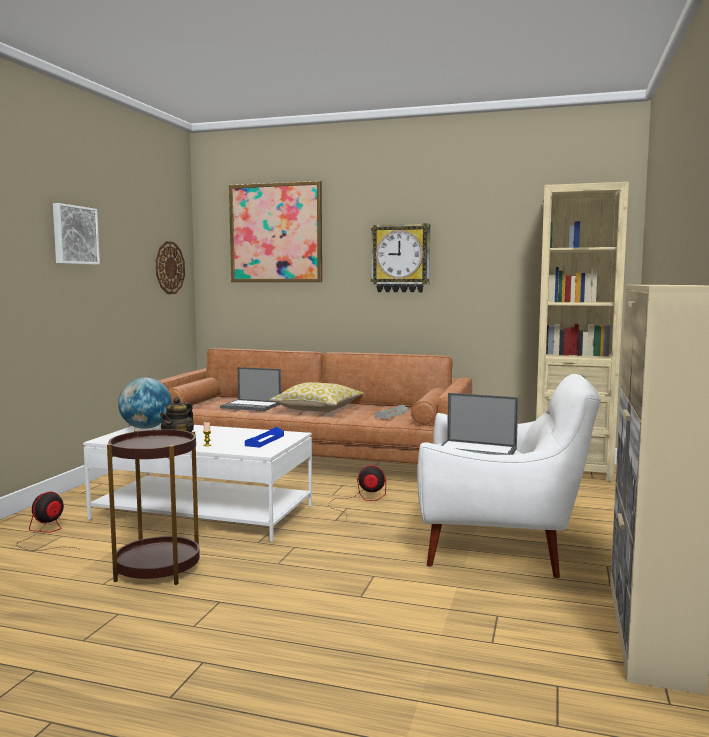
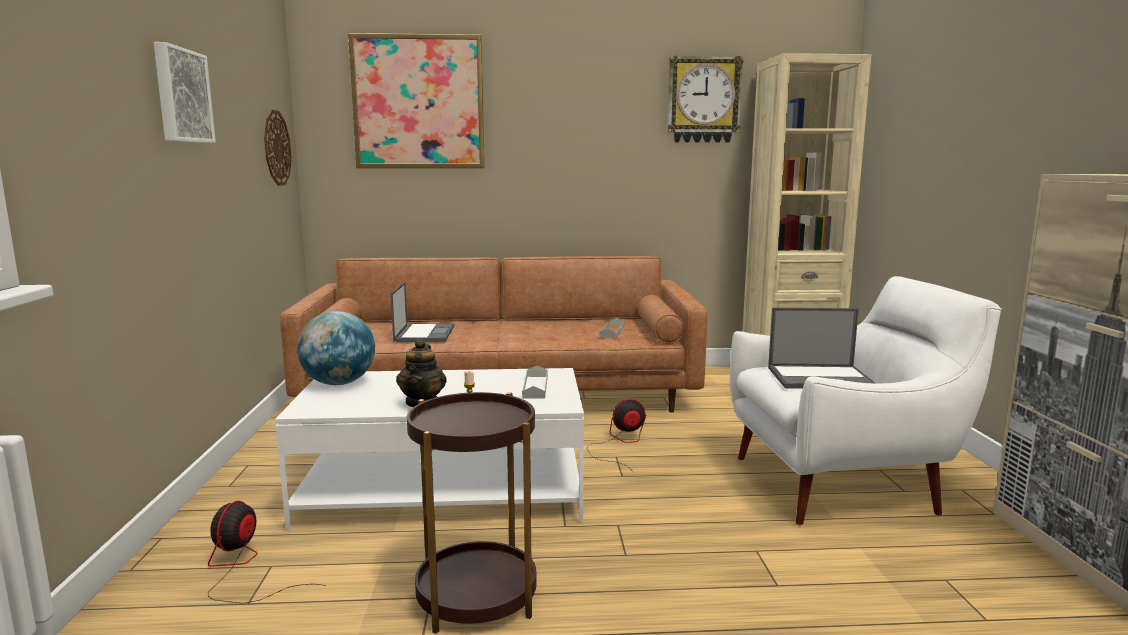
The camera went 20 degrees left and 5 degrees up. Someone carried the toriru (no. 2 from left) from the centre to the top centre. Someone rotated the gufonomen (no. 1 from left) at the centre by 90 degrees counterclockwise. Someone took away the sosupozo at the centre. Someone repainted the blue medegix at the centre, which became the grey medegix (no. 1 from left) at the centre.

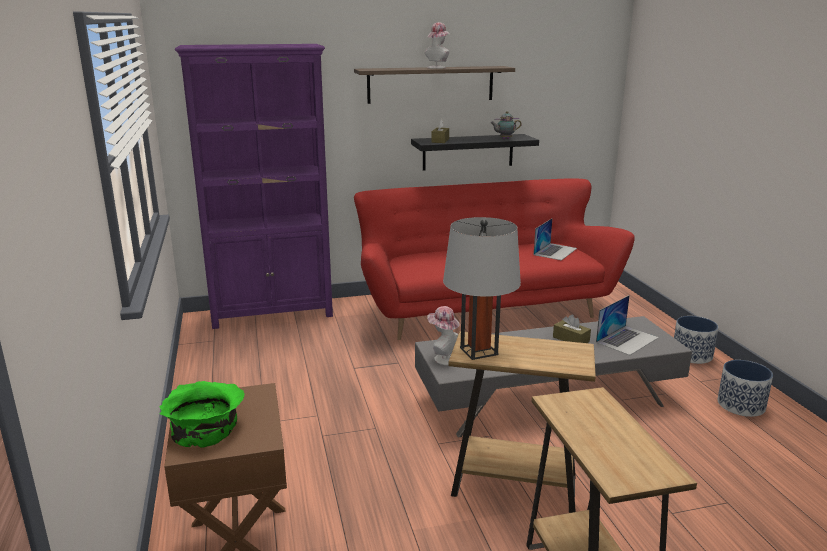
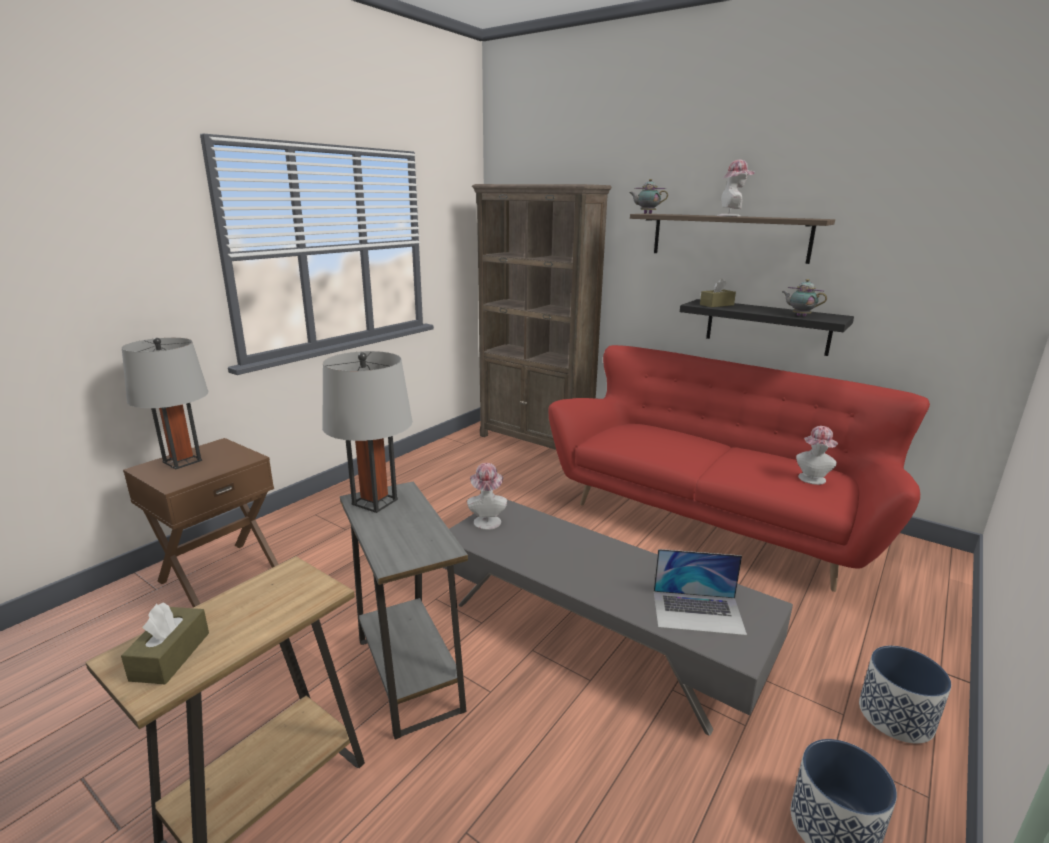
The camera went 50 degrees right and 0 degrees up. Someone repainted the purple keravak at the middle left, which became the brown keravak at the centre. Someone swapped the gufonomen (no. 1 from left) at the middle right for the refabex (no. 3 from left) at the middle right. Someone carried the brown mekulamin (no. 2 from left in the first image) from the middle right to the bottom left. Someone repainted the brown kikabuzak (no. 1 from left) at the bottom centre, which became the grey kikabuzak at the bottom centre. Someone swapped the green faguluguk at the bottom left for the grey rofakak (no. 1 from left) at the middle left. Someone put down the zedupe (no. 1 from left) at the top centre.

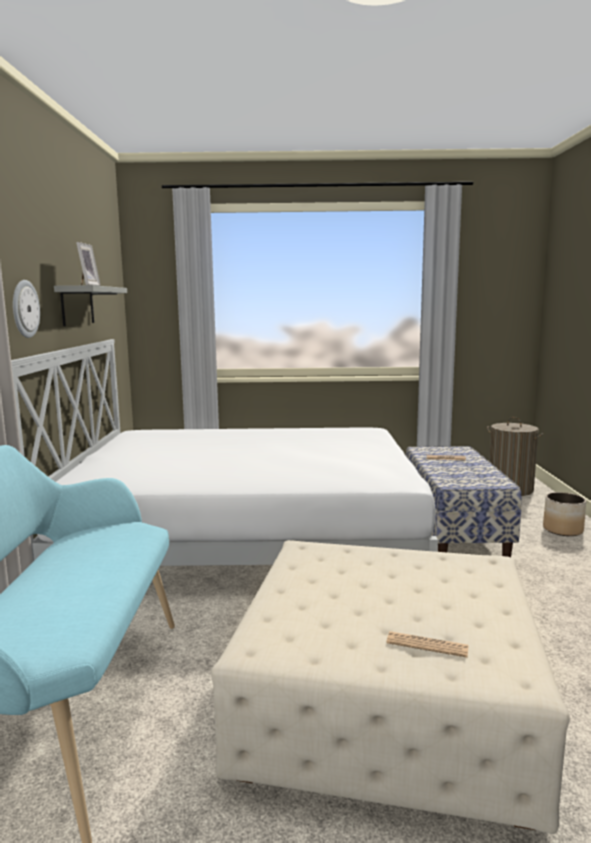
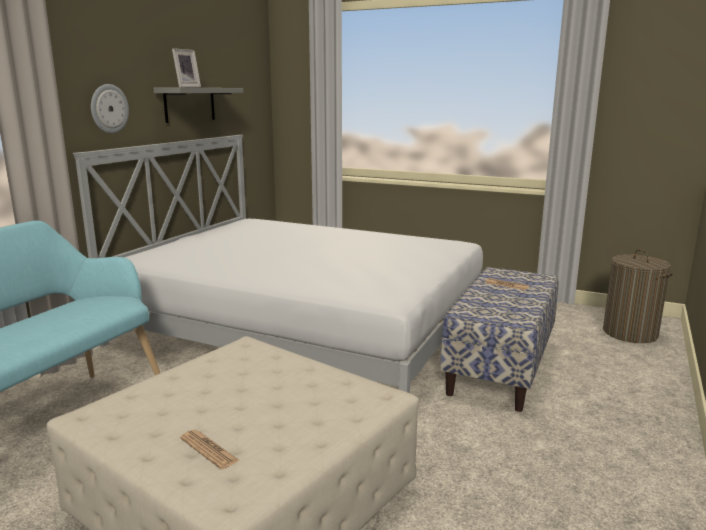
The camera went 25 degrees right and 5 degrees up. Someone took away the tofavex at the middle right.

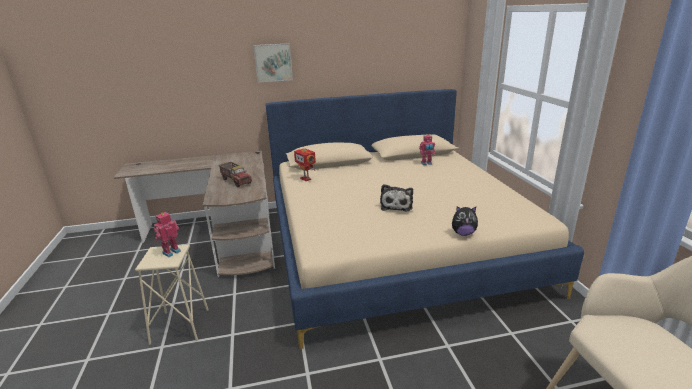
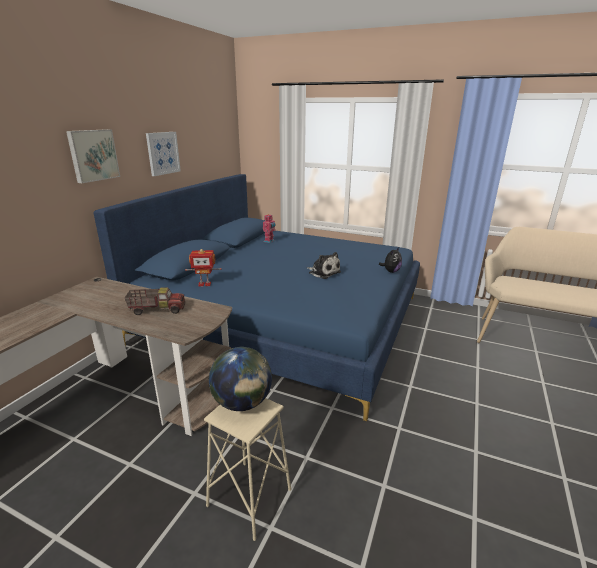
The camera went 55 degrees left and 0 degrees up. Someone repainted the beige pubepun at the centre, which became the blue pubepun at the centre. Someone swapped the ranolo (no. 1 from left) at the middle left for the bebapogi at the bottom centre. Someone put up the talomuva (no. 2 from left) at the top left.

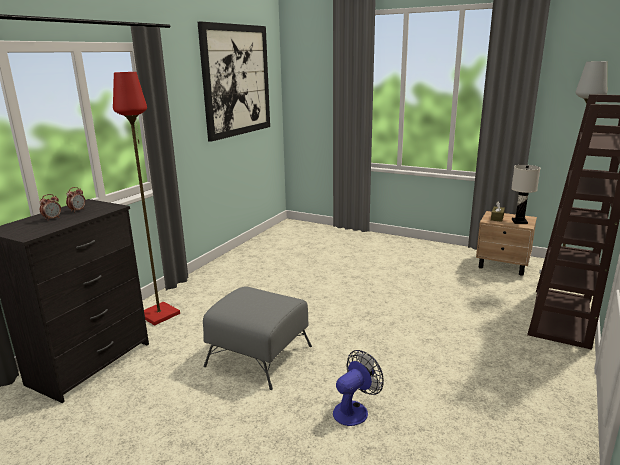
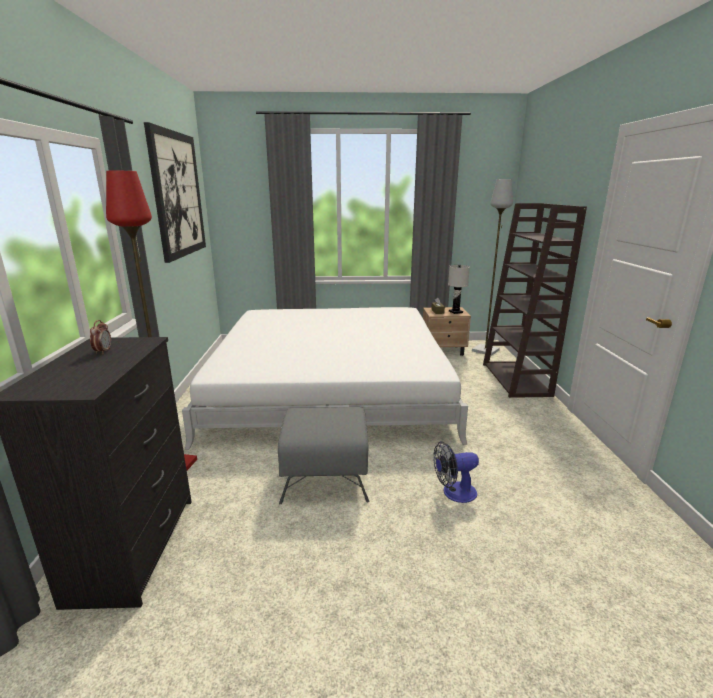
The camera went 30 degrees left and 0 degrees up. Someone took away the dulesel (no. 1 from left) at the middle left. Someone rotated the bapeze at the bottom centre by 120 degrees counterclockwise. Someone put down the white pubepun at the centre.

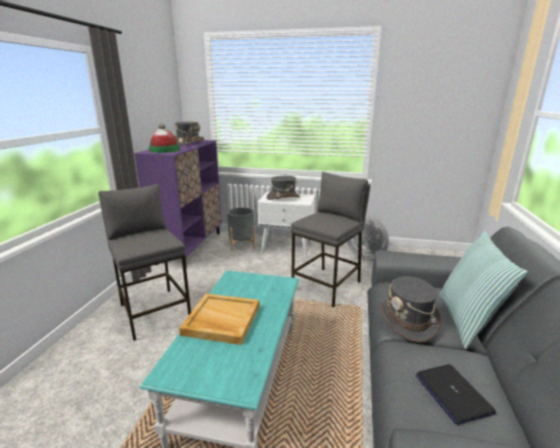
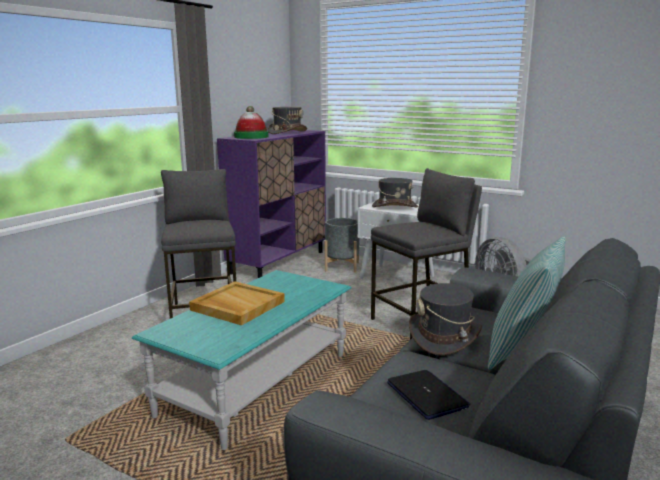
The camera went 20 degrees right and 5 degrees down. Someone rotated the gufonomen at the bottom right by 150 degrees clockwise.

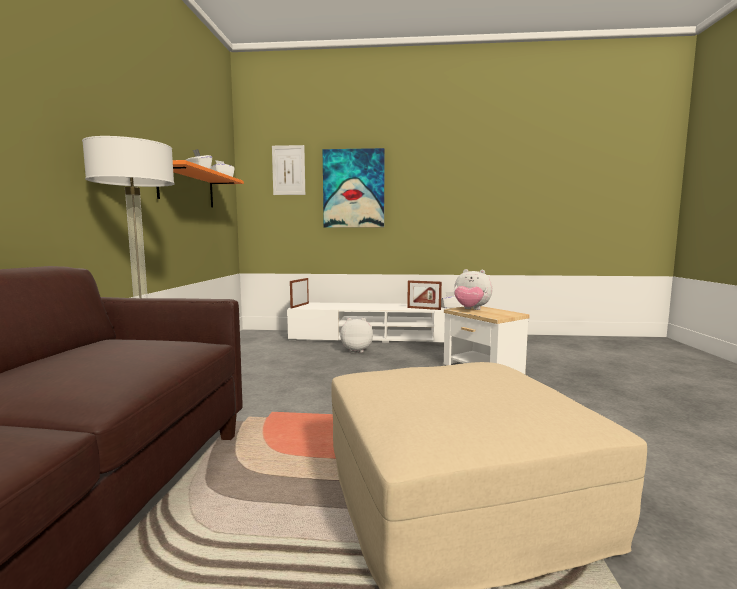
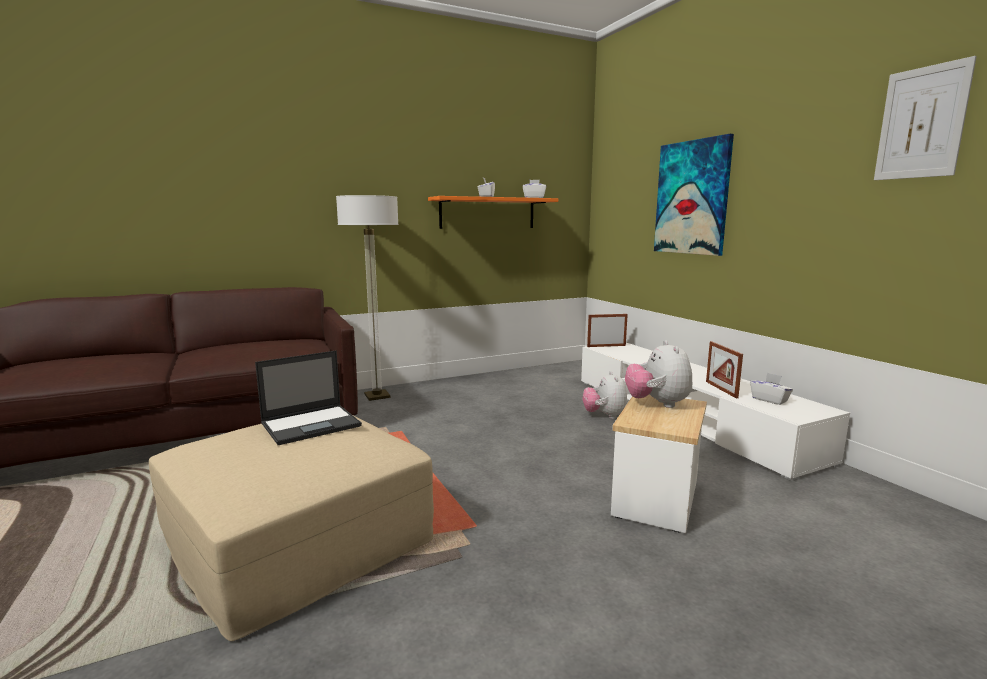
The camera went 60 degrees right and 5 degrees up. Someone carried the talomuva (no. 1 from left in the first image) from the top centre to the top right. Someone rotated the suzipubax (no. 1 from left) at the centre by 150 degrees counterclockwise. Someone put down the gufonomen at the middle left.

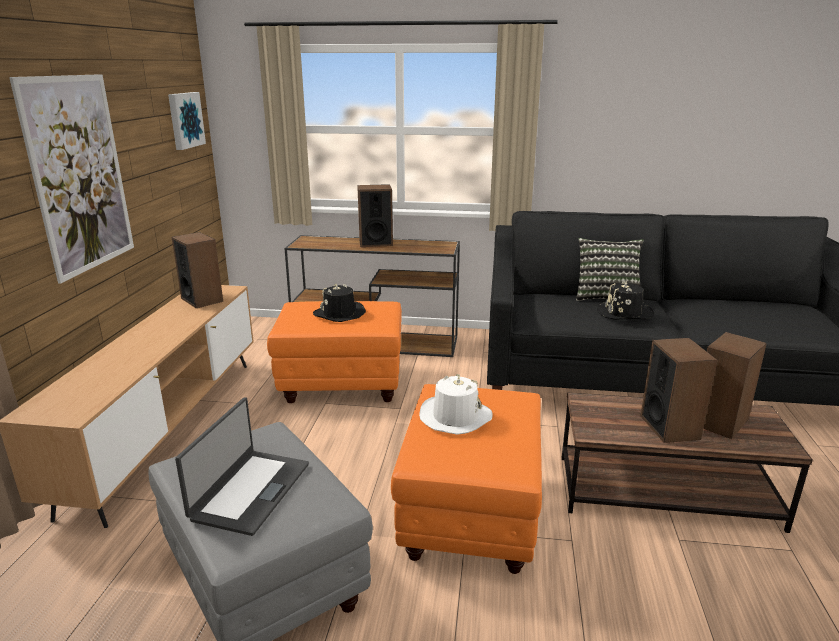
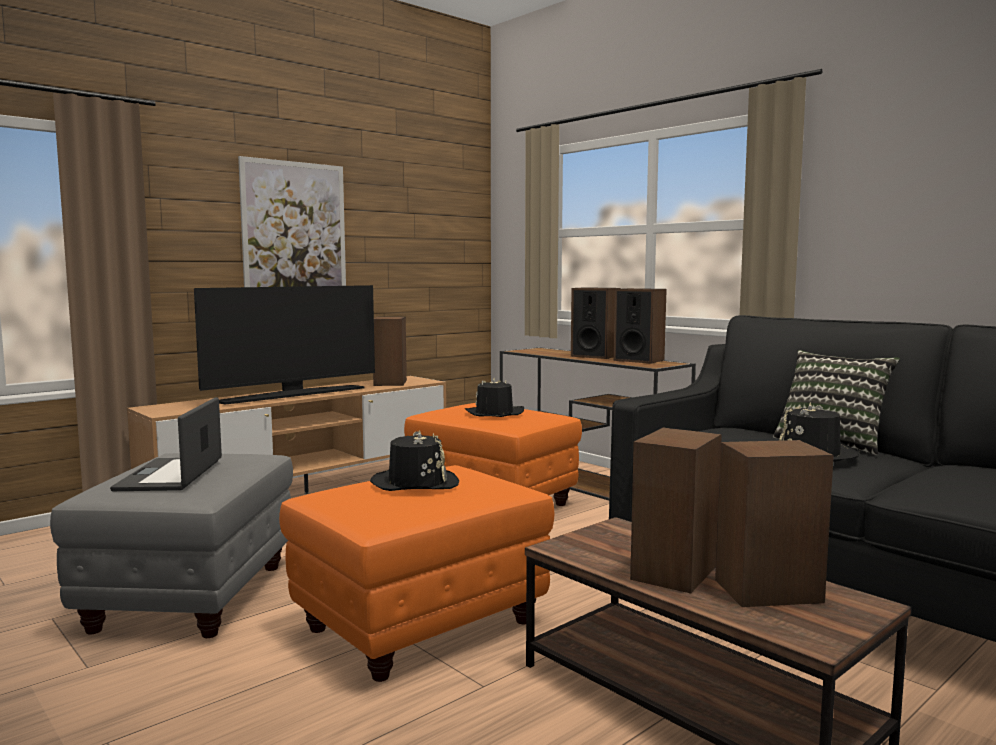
The camera went 40 degrees right and 15 degrees down. Someone took away the talomuva (no. 2 from left) at the top left. Someone repainted the white refabex at the centre, which became the black refabex (no. 1 from left) at the centre. Someone rotated the gufonomen at the bottom left by 120 degrees clockwise. Someone put down the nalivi at the middle left. Someone put down the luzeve (no. 3 from left) at the centre.

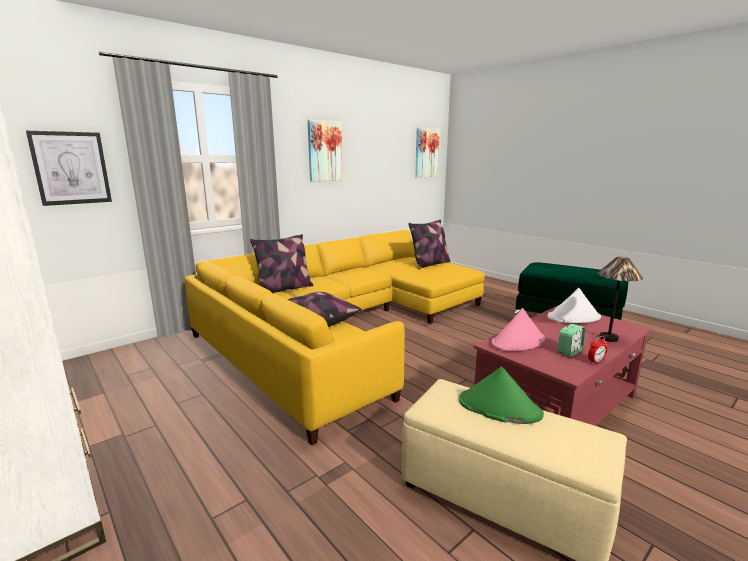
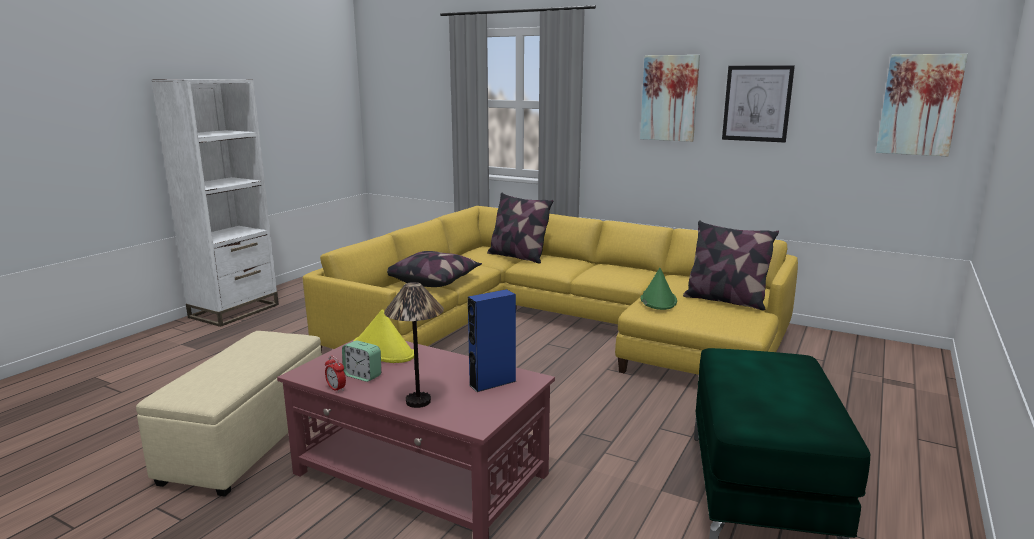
The camera went 70 degrees right and 0 degrees up. Someone carried the talomuva (no. 1 from left in the first image) from the top left to the top right. Someone swapped the white refabex at the middle right for the blue luzeve at the centre. Someone repainted the pink refabex at the middle right, which became the yellow refabex at the centre. Someone carried the green refabex from the bottom right to the centre.

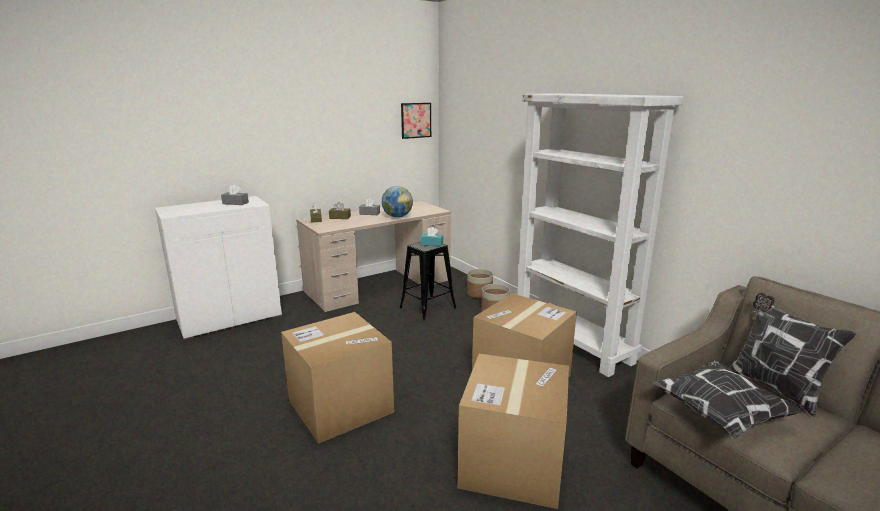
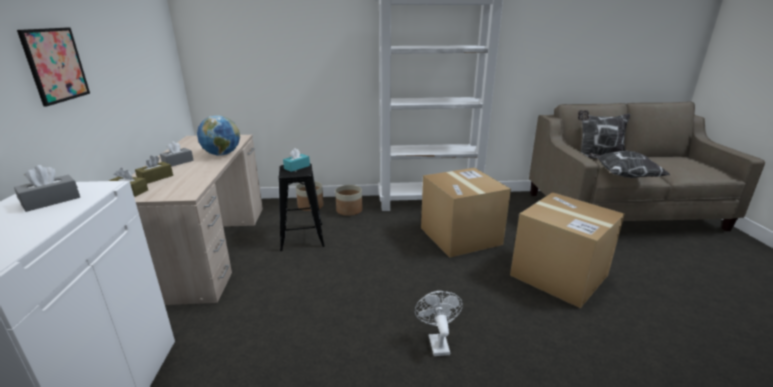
The camera went 60 degrees left and 5 degrees up. Someone carried the talomuva from the top centre to the top left. Someone swapped the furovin (no. 1 from left) at the bottom centre for the white bapeze at the bottom centre.

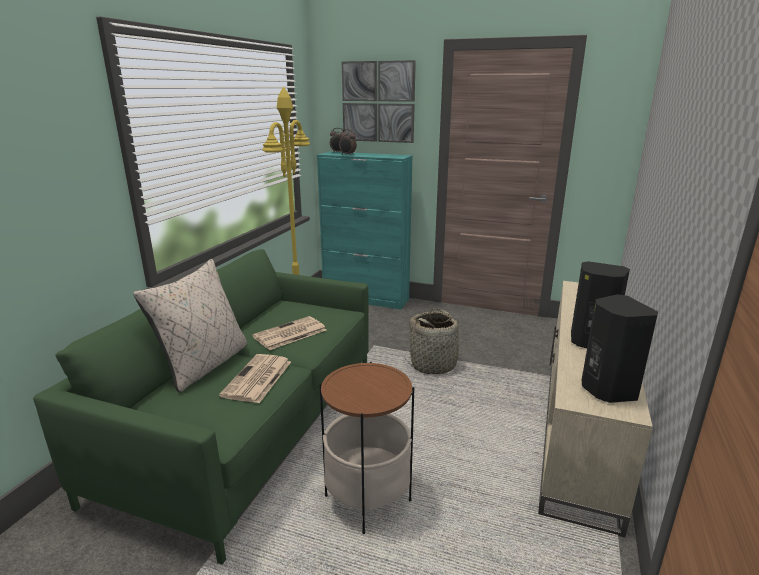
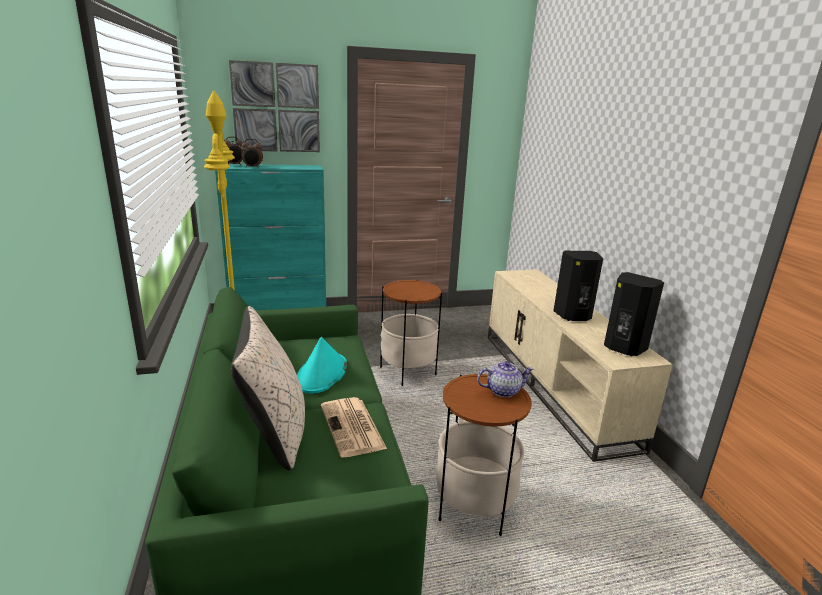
The camera went 35 degrees left and 0 degrees up. Someone swapped the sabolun at the centre for the kikabuzak (no. 1 from left) at the centre. Someone swapped the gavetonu (no. 2 from left) at the centre for the turquoise refabex at the centre. Someone put down the zedupe at the centre.

